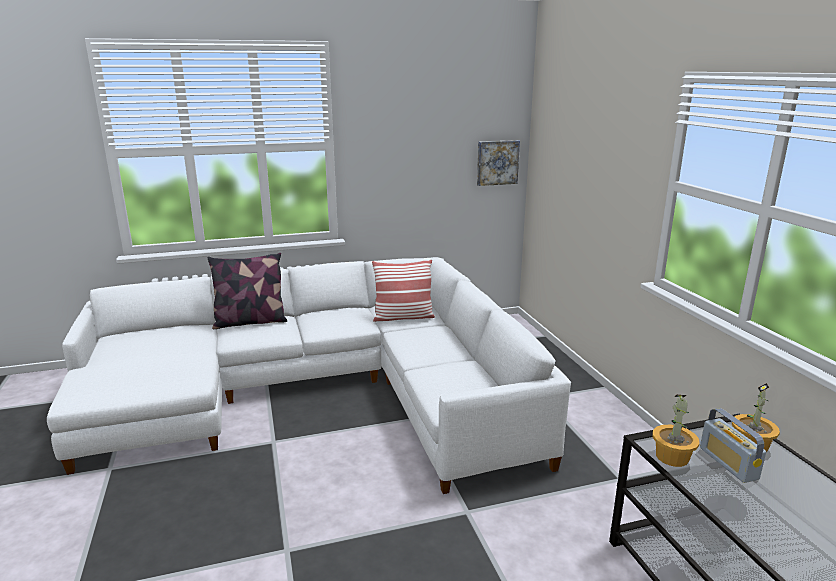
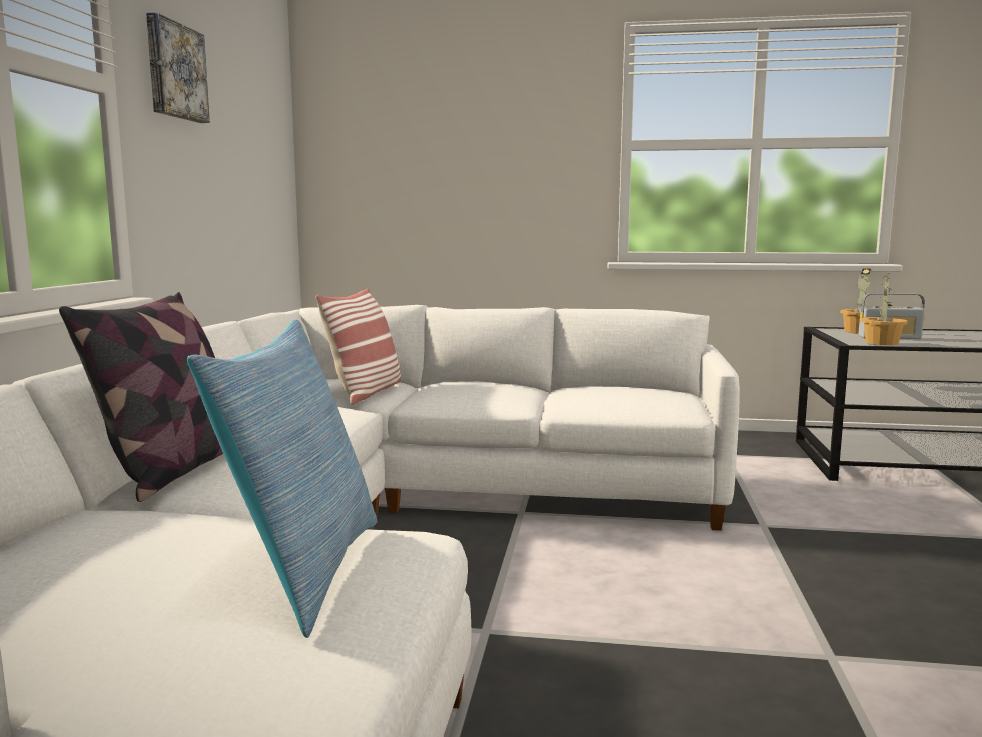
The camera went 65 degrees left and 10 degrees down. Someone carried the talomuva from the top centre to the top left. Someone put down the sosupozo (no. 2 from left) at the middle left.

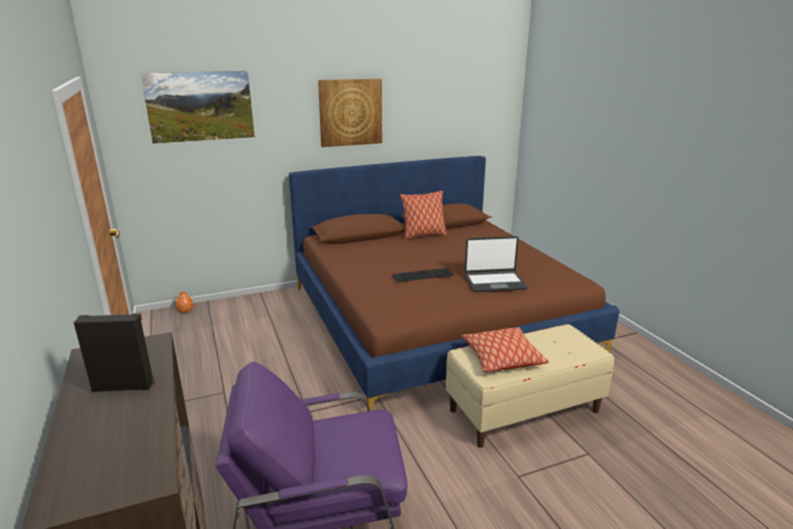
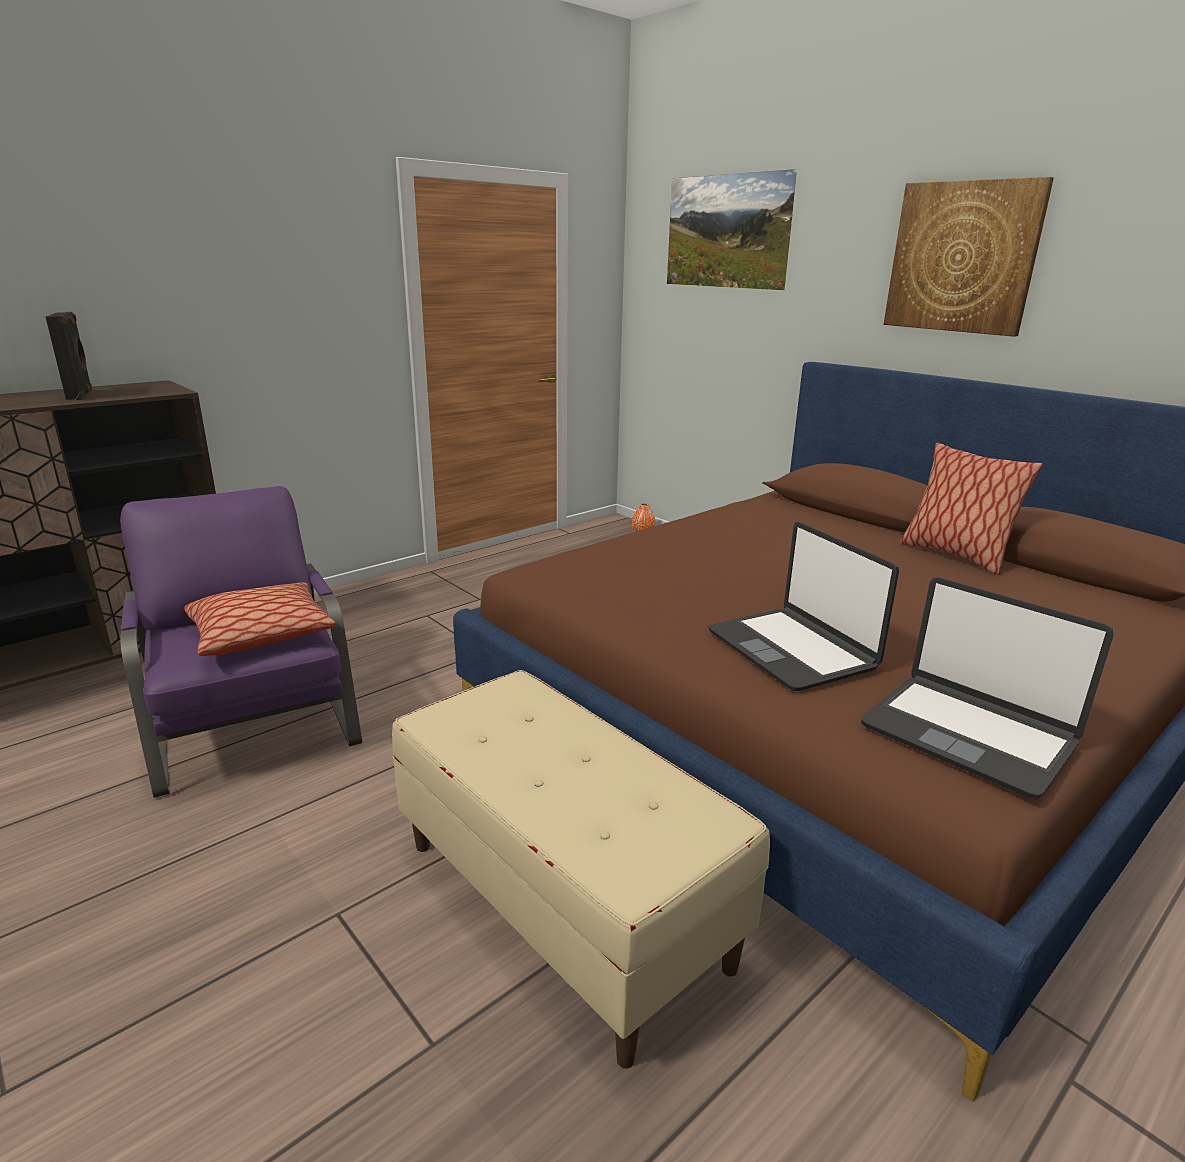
The camera went 70 degrees right and 0 degrees up. Someone took away the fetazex at the centre. Someone carried the sosupozo (no. 2 from left in the first image) from the centre to the middle left. Someone put down the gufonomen (no. 2 from left) at the middle right.

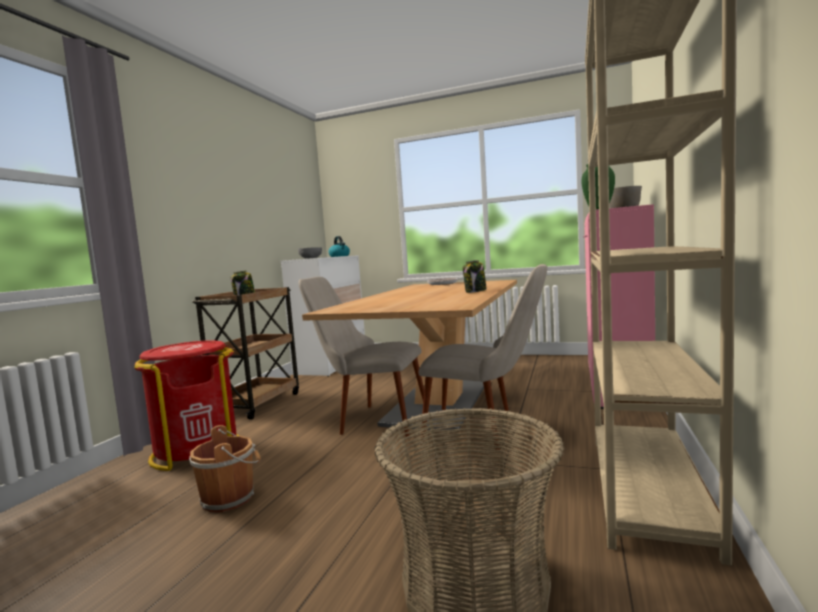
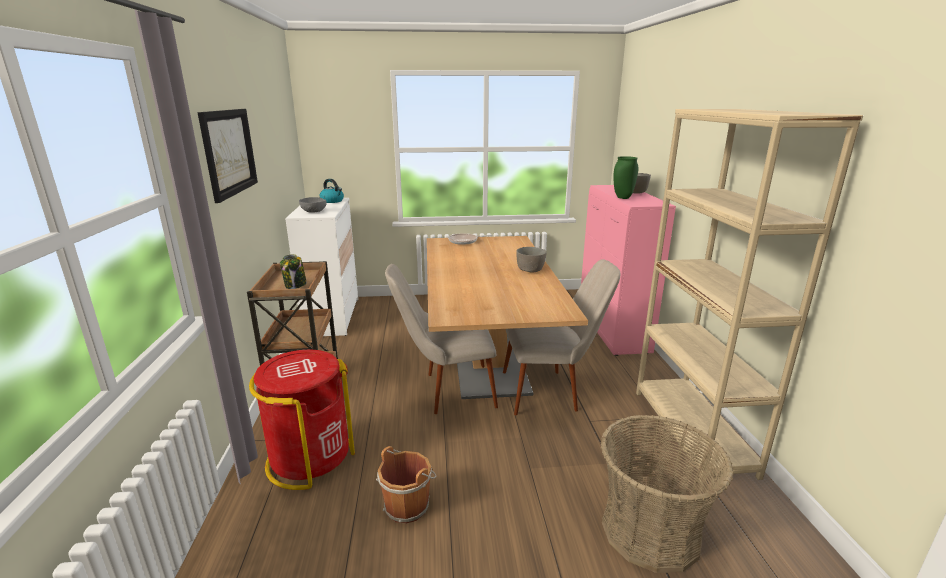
The camera went 25 degrees left and 15 degrees up. Someone swapped the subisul (no. 2 from left) at the centre for the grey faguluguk (no. 2 from left) at the centre. Someone put up the talomuva at the top left.

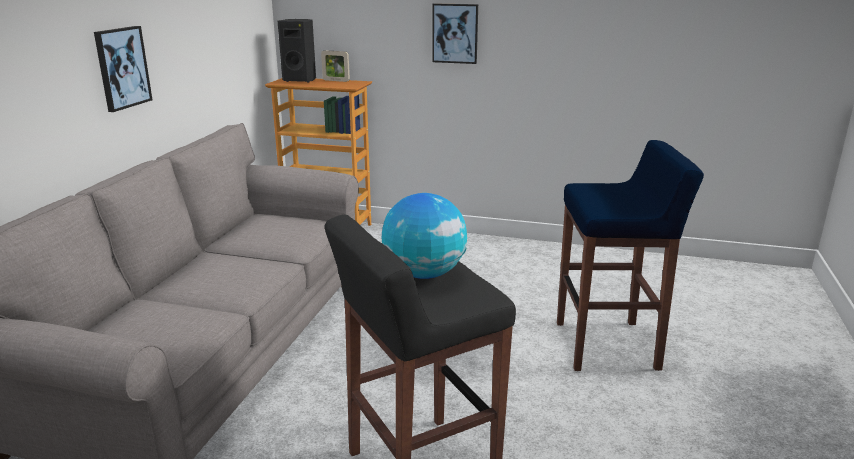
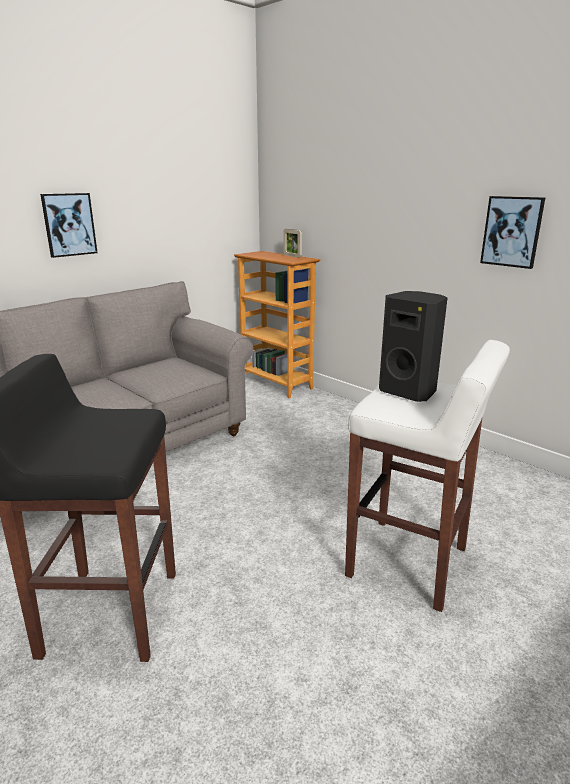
The camera went 30 degrees right and 0 degrees up. Someone carried the talomuva (no. 2 from left) from the top centre to the top right. Someone carried the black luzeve from the top centre to the middle right. Someone repainted the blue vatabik at the middle right, which became the white vatabik at the middle right. Someone took away the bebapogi at the centre.

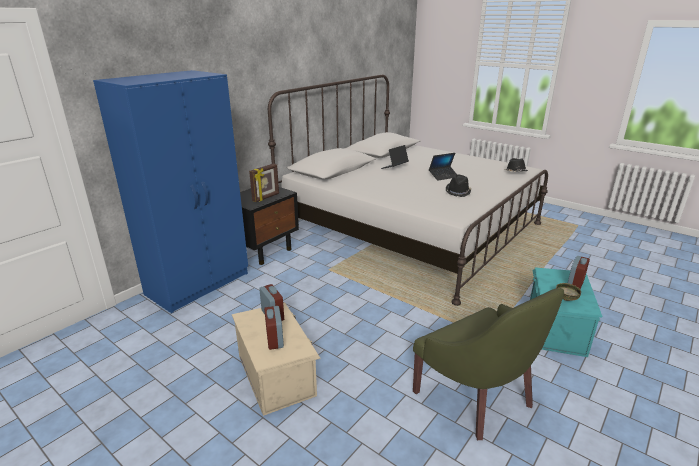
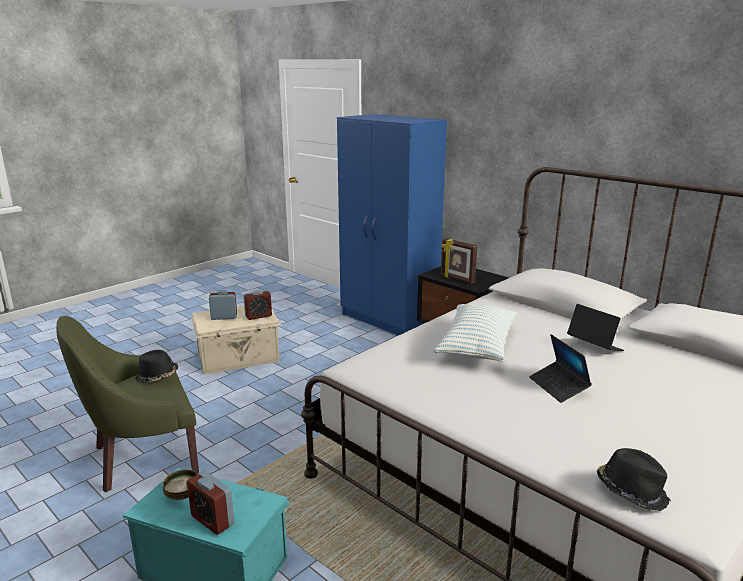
The camera went 95 degrees right and 5 degrees down. Someone carried the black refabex (no. 1 from left) from the centre to the middle left. Someone put down the sosupozo at the centre.

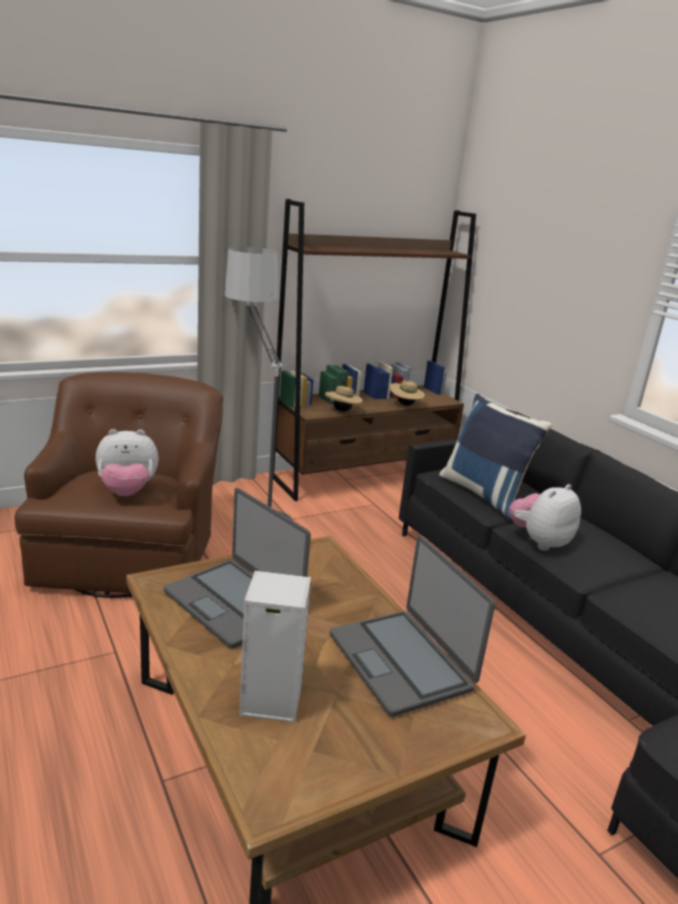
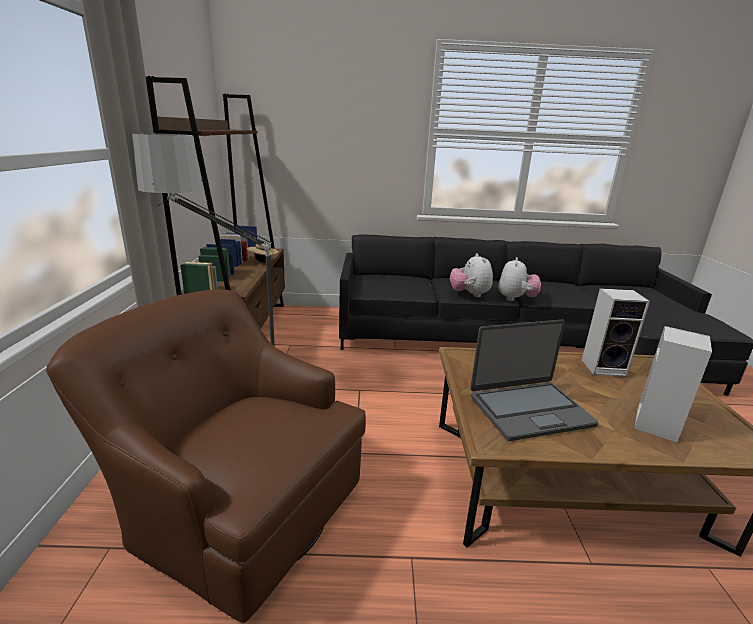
The camera went 60 degrees left and 0 degrees up. Someone took away the beige refabex (no. 1 from left) at the centre. Someone took away the blue sosupozo at the middle right. Someone carried the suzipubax (no. 1 from left in the first image) from the middle left to the middle right. Someone swapped the gufonomen (no. 2 from left) at the bottom centre for the luzeve (no. 1 from left) at the middle right.

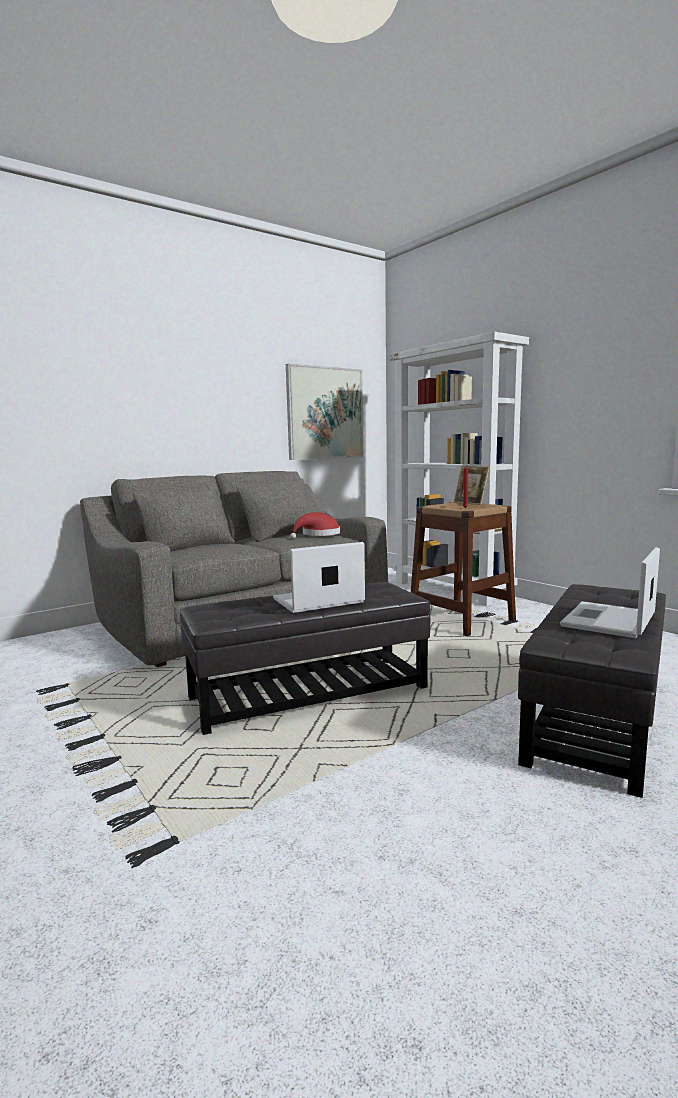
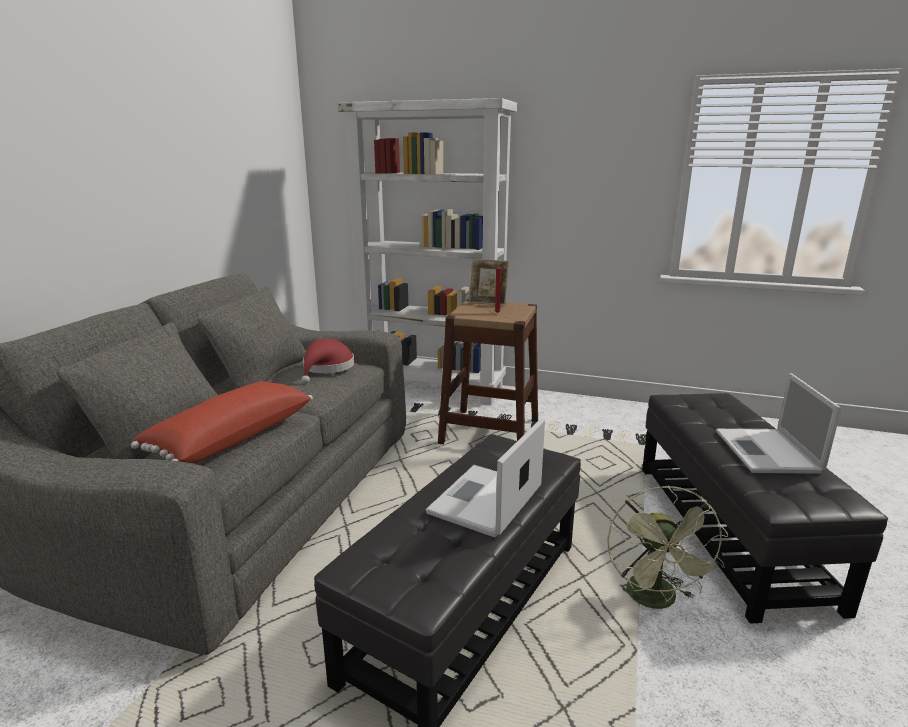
The camera went 35 degrees left and 10 degrees up. Someone took away the talomuva at the centre. Someone put down the red sosupozo at the middle left. Someone put down the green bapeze at the bottom right.

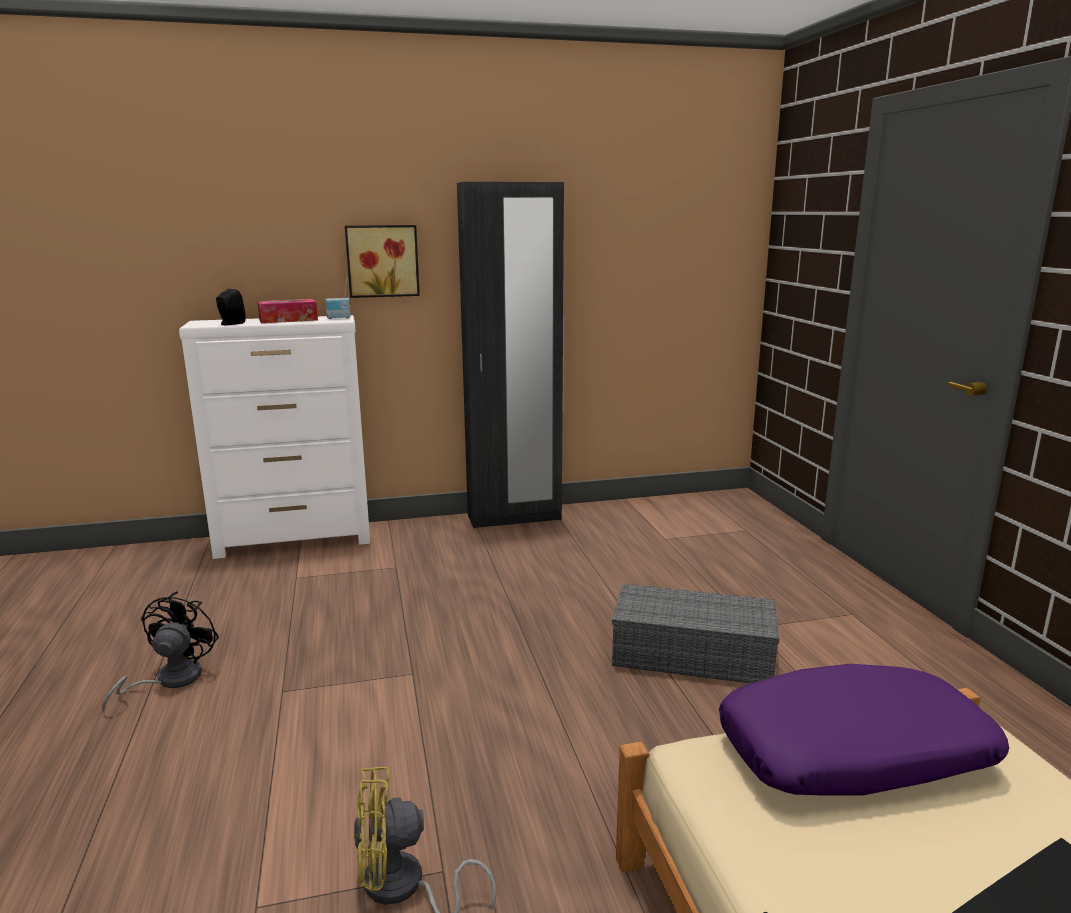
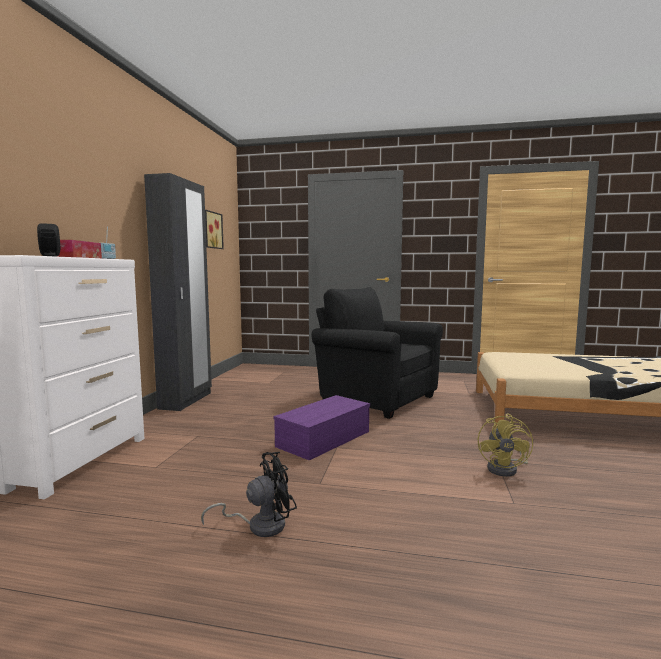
The camera went 65 degrees left and 10 degrees down. Someone carried the talomuva from the top centre to the middle left. Someone swapped the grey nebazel at the bottom centre for the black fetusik at the centre. Someone rotated the black bapeze at the bottom left by 120 degrees clockwise. Someone took away the purple sosupozo at the bottom right. Someone put down the purple nebazel at the centre.

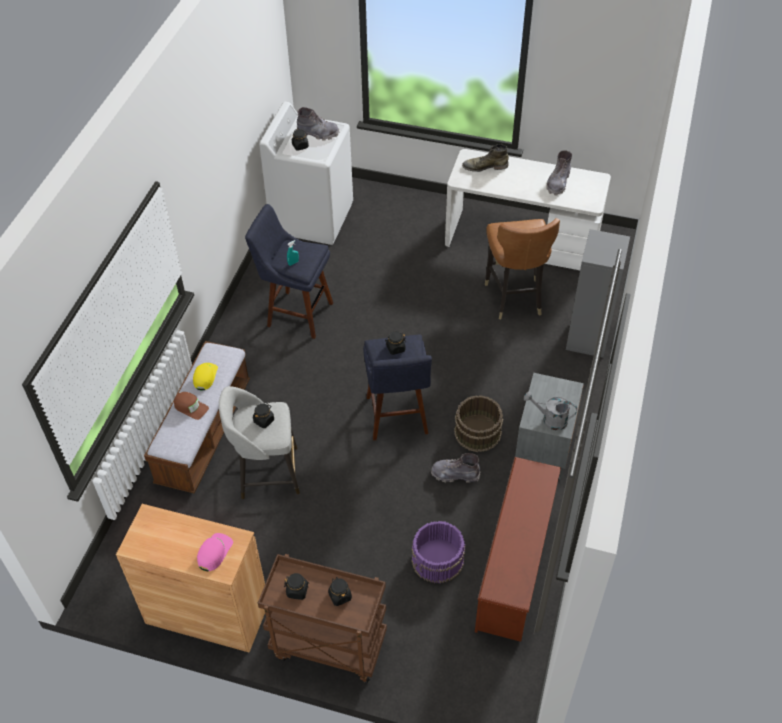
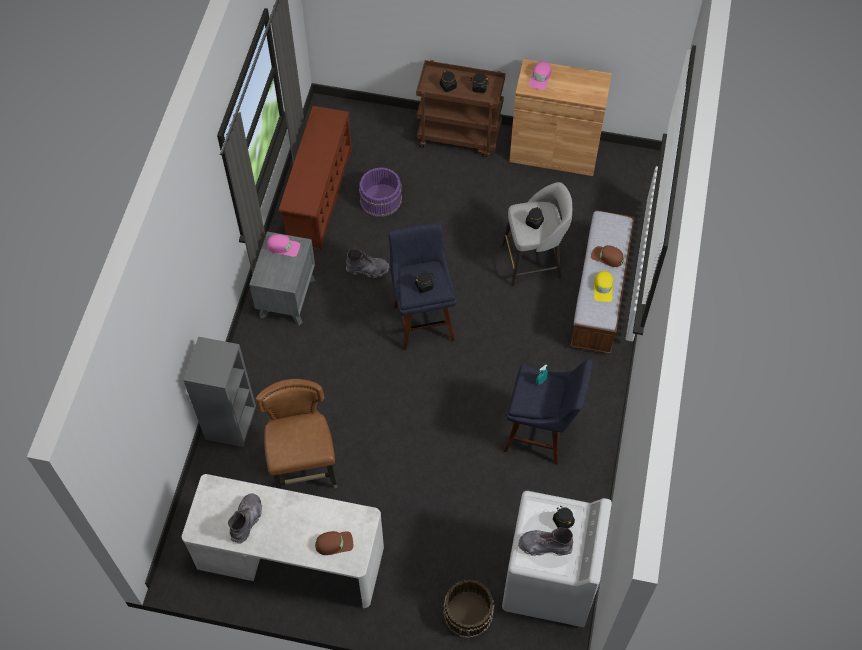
The camera went 175 degrees right and 10 degrees up. Someone swapped the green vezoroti at the top centre for the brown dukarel (no. 1 from left) at the bottom centre. Someone swapped the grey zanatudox at the middle right for the pink dukarel (no. 1 from left) at the middle left. Someone carried the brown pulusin from the centre to the bottom centre.

